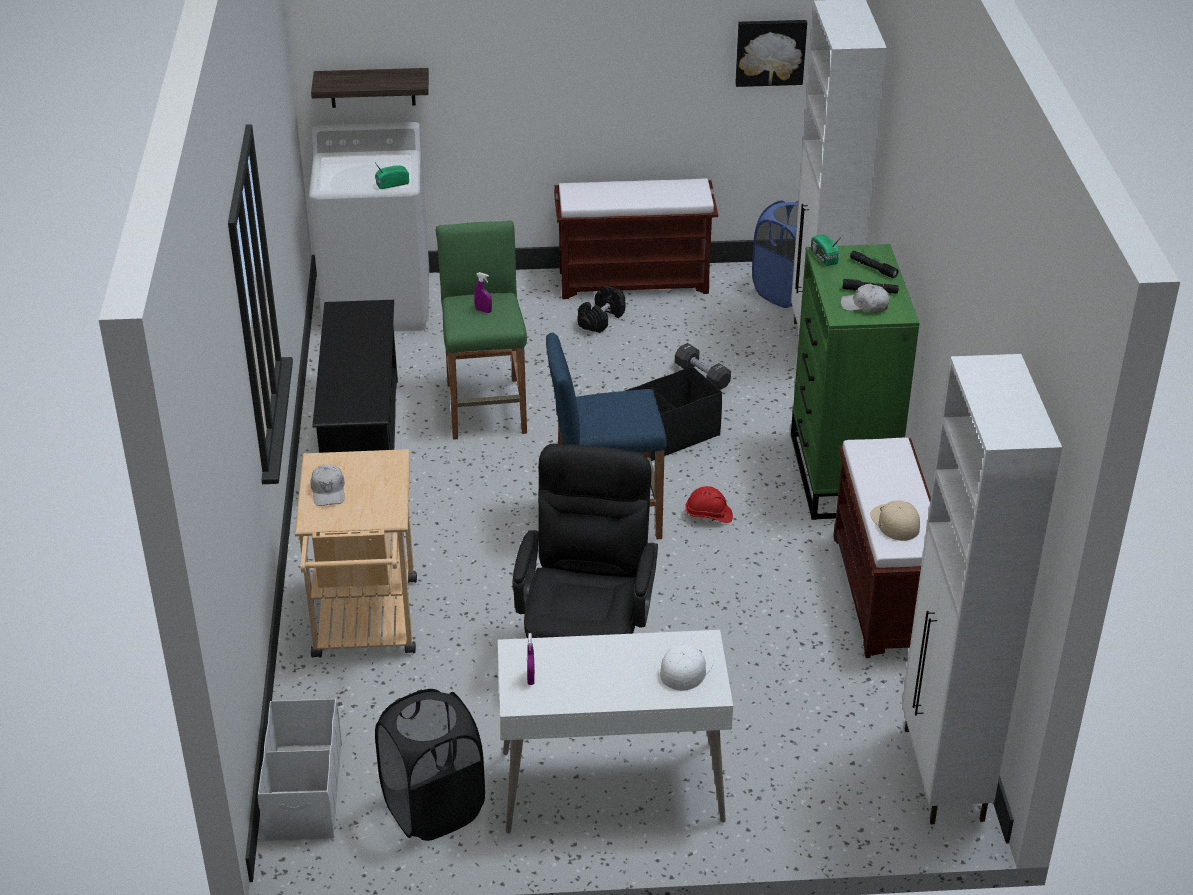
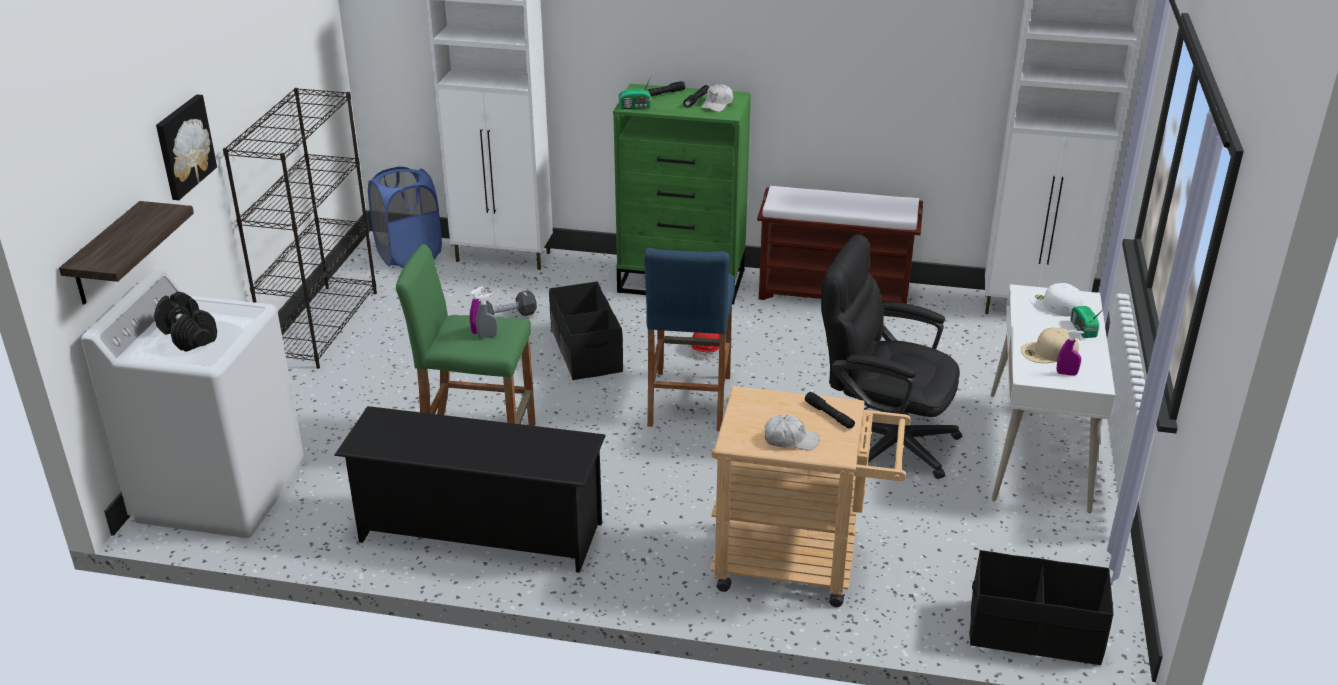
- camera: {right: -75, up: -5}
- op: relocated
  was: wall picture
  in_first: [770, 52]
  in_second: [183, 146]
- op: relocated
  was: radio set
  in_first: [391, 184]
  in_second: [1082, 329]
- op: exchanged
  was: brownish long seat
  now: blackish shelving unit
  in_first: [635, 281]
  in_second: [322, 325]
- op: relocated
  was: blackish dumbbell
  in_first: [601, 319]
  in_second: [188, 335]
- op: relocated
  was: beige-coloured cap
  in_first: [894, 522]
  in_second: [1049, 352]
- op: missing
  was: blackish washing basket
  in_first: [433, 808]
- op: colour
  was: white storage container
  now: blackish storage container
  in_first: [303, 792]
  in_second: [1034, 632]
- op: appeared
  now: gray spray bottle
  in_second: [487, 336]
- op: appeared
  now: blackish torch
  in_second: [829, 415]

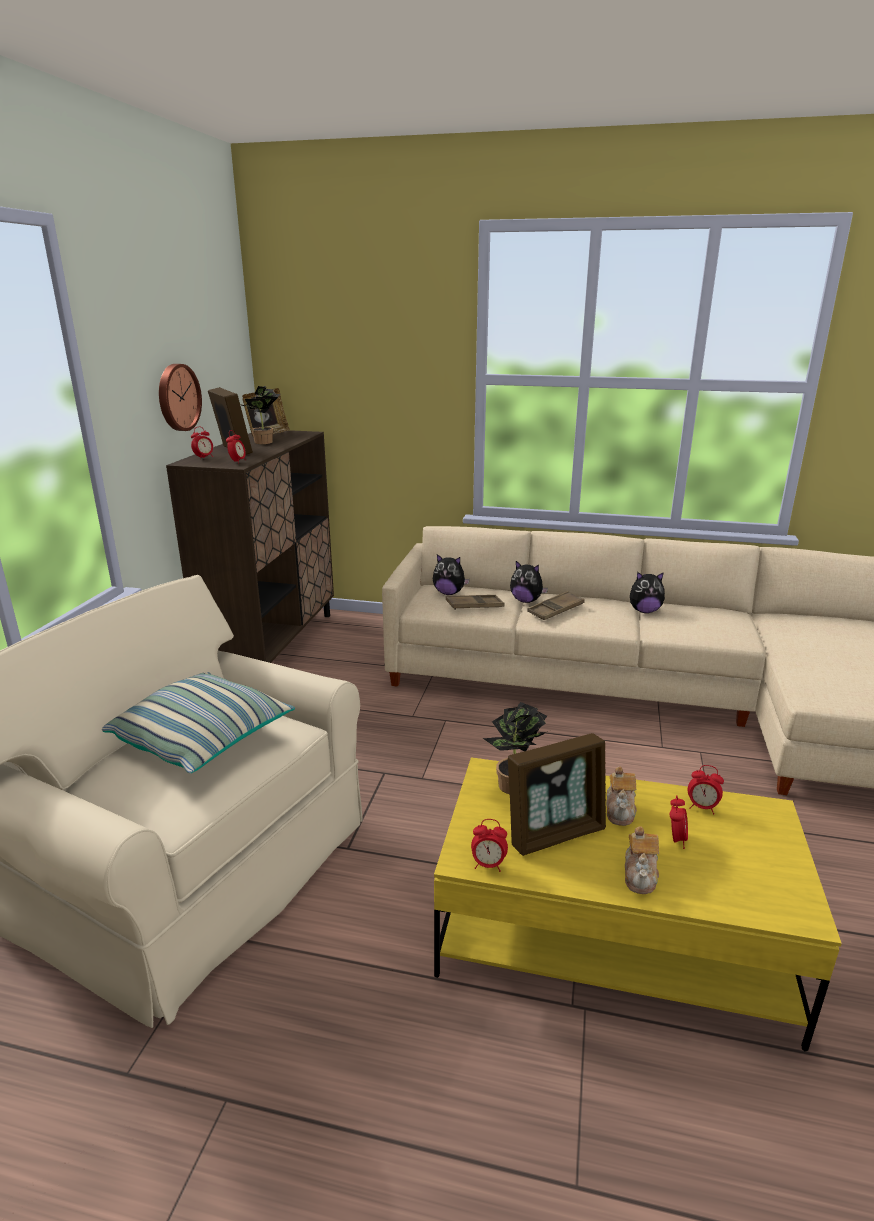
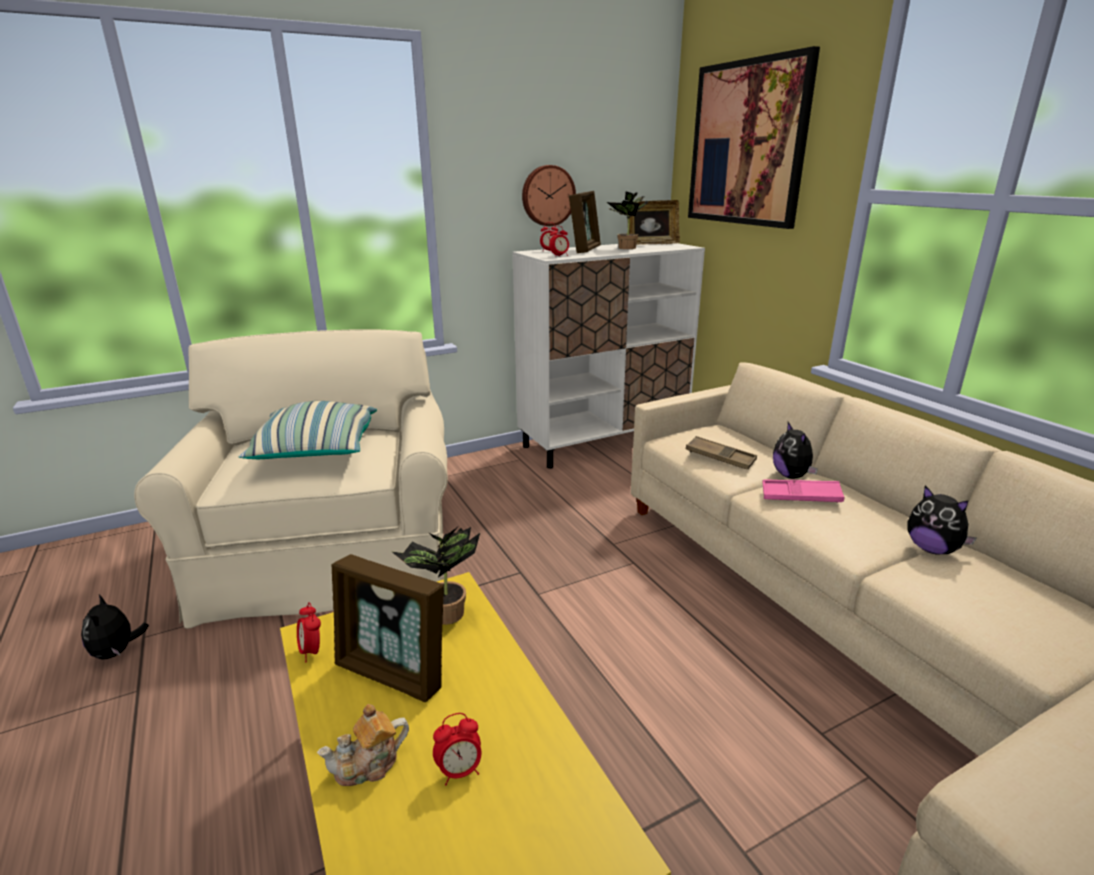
- camera: {right: 50, up: 0}
- op: colour
  was: brownish storage cabinet
  now: white storage cabinet
  in_first: [273, 644]
  in_second: [604, 441]
- op: relocated
  was: soft toy
  in_first: [449, 593]
  in_second: [117, 652]
- op: colour
  was: brownish carrying tray
  now: pink carrying tray
  in_first: [555, 610]
  in_second: [800, 496]
- op: missing
  was: table clock
  in_first: [702, 807]
- op: missing
  was: pot for tea
  in_first: [620, 810]
- op: appeared
  now: wall picture
  in_second: [747, 144]

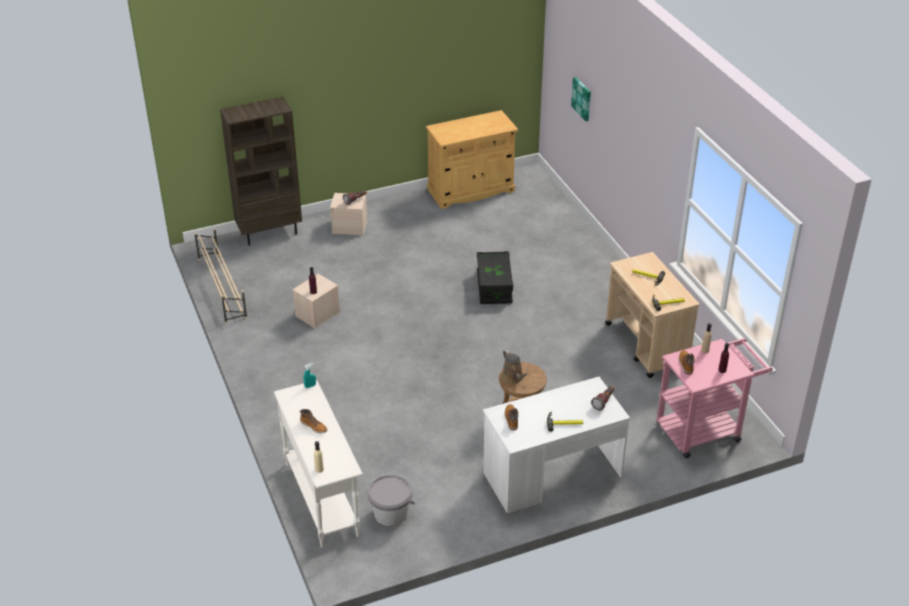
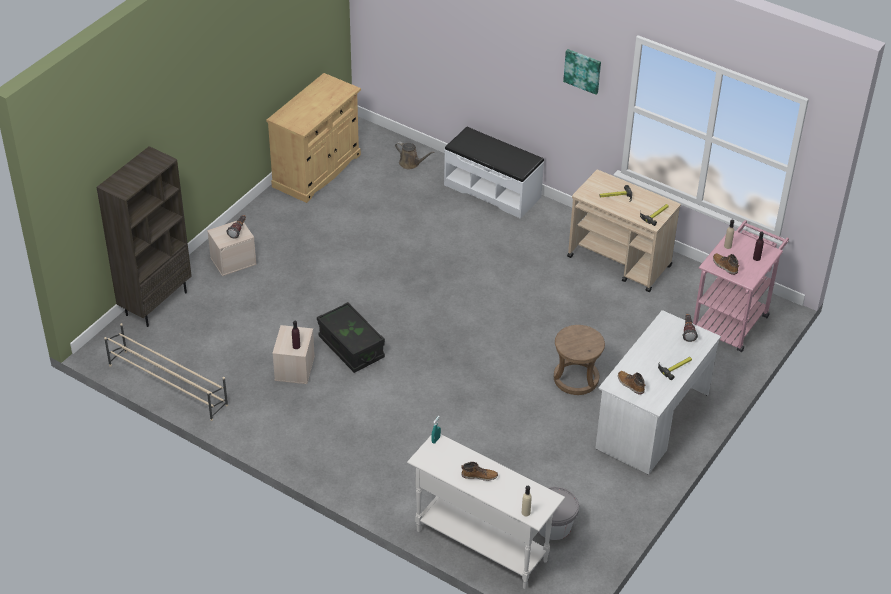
- camera: {right: -35, up: 5}
- op: relocated
  was: wall picture
  in_first: [582, 98]
  in_second: [583, 70]
- op: relocated
  was: blackish storage container
  in_first: [494, 287]
  in_second: [351, 347]
- op: relocated
  was: brownish sprinkling can
  in_first: [513, 378]
  in_second: [411, 163]
- op: appeared
  now: white long seat
  in_second: [492, 190]

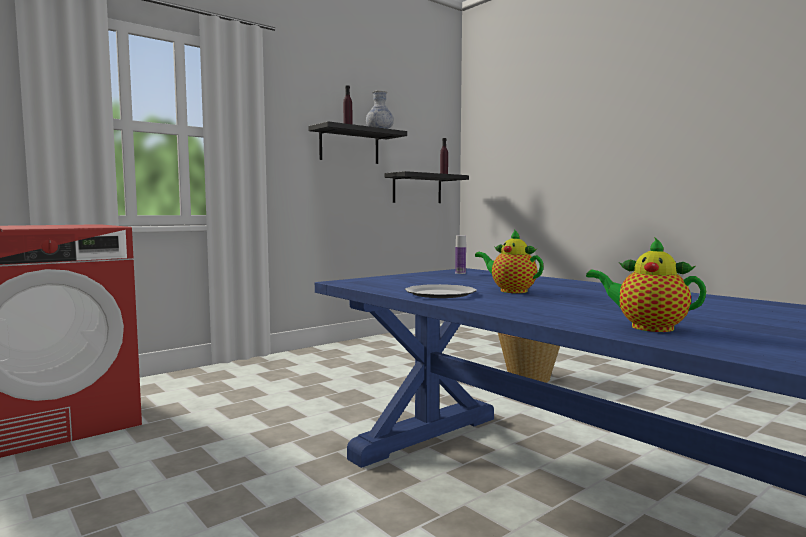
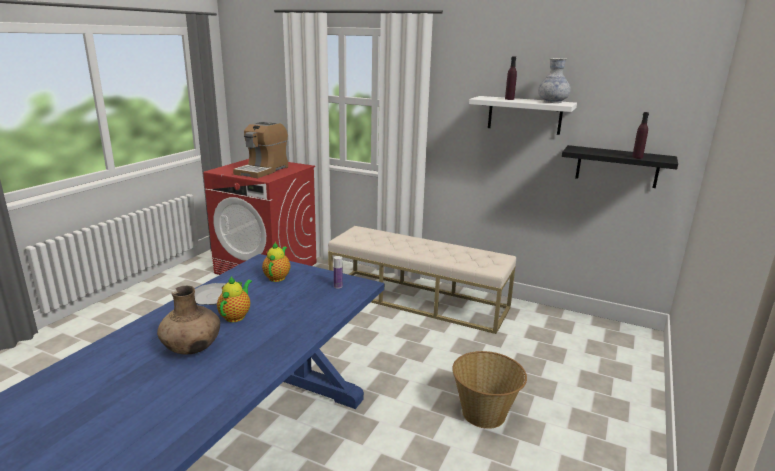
- camera: {right: 65, up: 15}
- op: colour
  was: blackish bracket shelf
  now: white bracket shelf
  in_first: [349, 146]
  in_second: [524, 115]
- op: relocated
  was: pot for tea
  in_first: [646, 327]
  in_second: [277, 277]
- op: appeared
  now: coffee maker
  in_second: [262, 170]
- op: appeared
  now: beige-coloured long seat
  in_second: [418, 299]
- op: appeared
  now: brownish flower vase
  in_second: [192, 348]

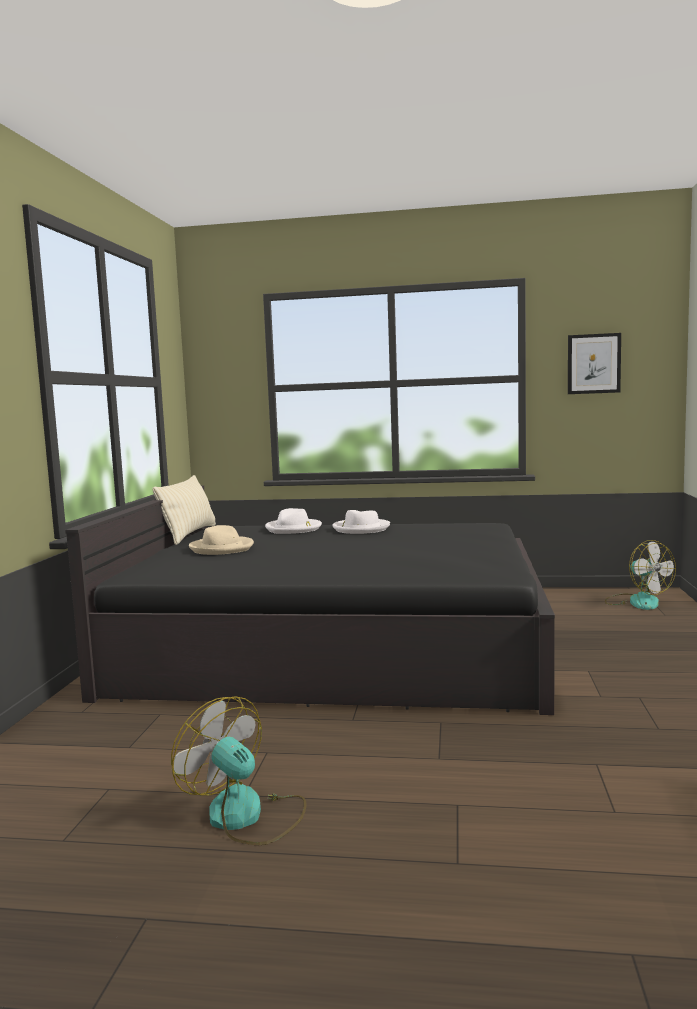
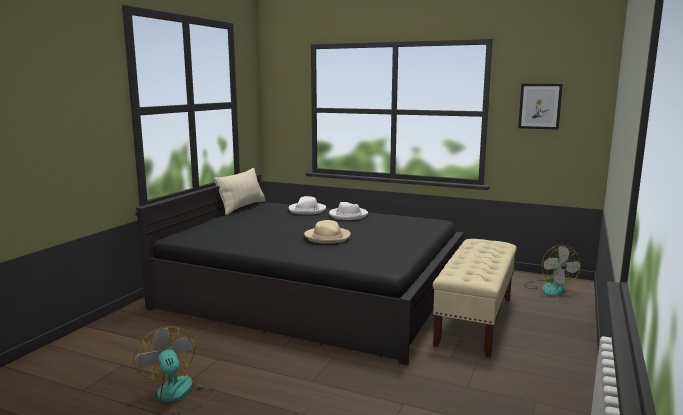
- camera: {right: 15, up: 5}
- op: relocated
  was: beige-coloured clothing hat
  in_first: [222, 548]
  in_second: [327, 237]
- op: appeared
  now: beige-coloured long seat
  in_second: [475, 320]

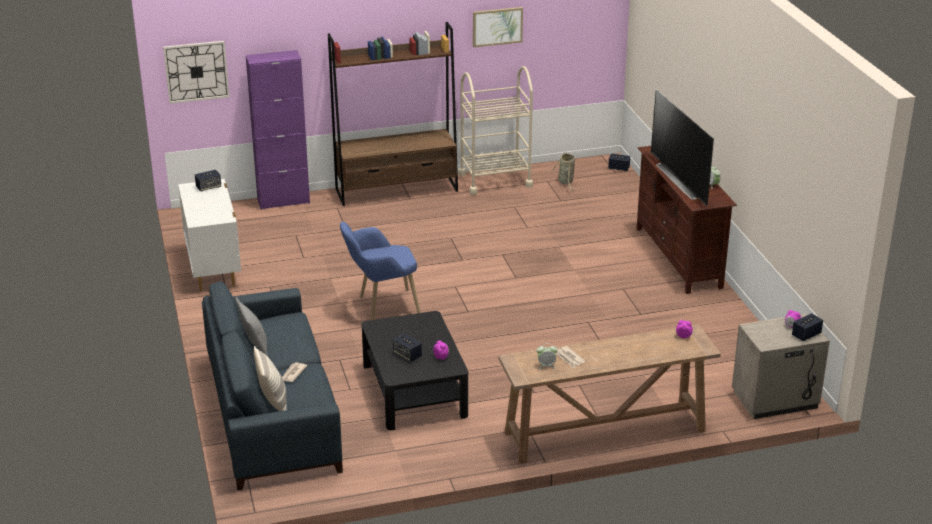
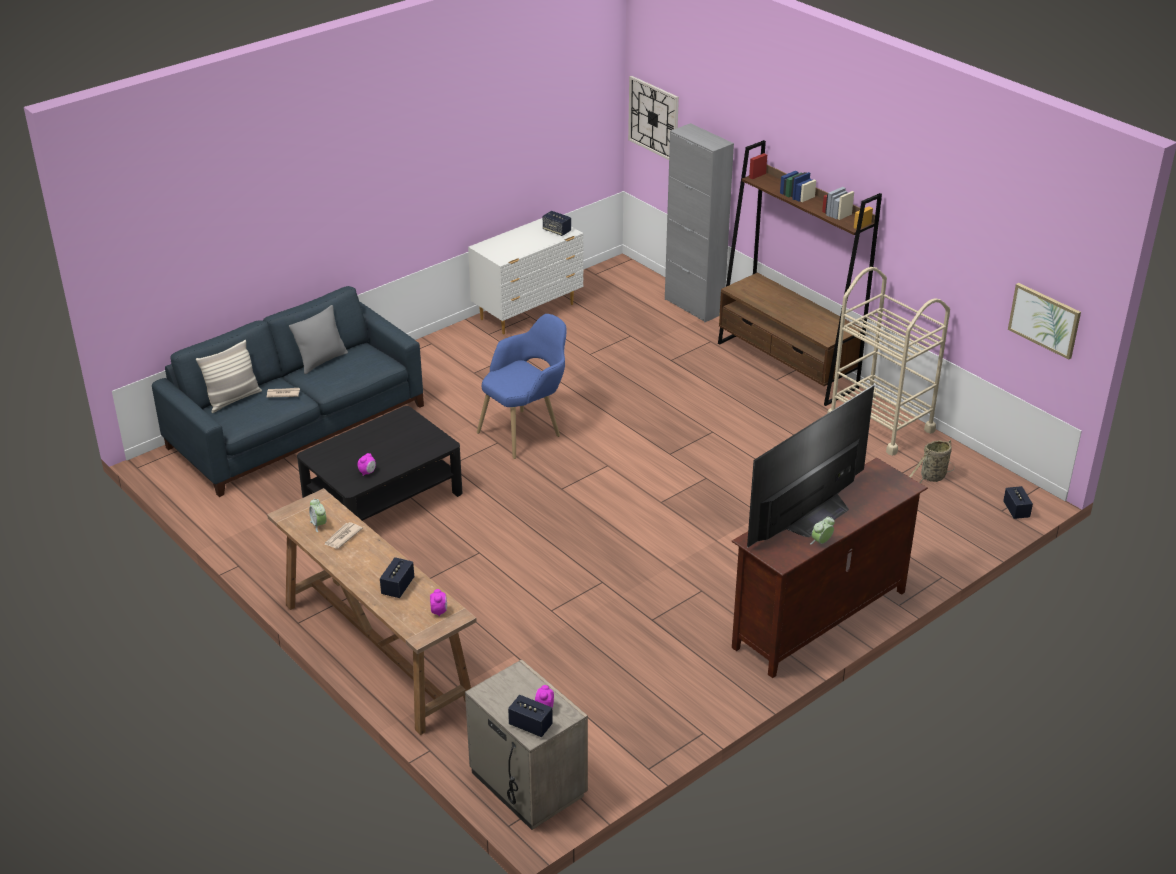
- camera: {right: 65, up: 5}
- op: relocated
  was: wall picture
  in_first: [497, 26]
  in_second: [1044, 320]
- op: colour
  was: purplish storage cabinet
  now: gray storage cabinet
  in_first: [283, 201]
  in_second: [694, 306]
- op: spun
  was: bluish armchair
  in_first: [381, 307]
  in_second: [526, 430]
  clockwise: 90
- op: relocated
  was: audio speaker
  in_first: [407, 355]
  in_second: [398, 587]

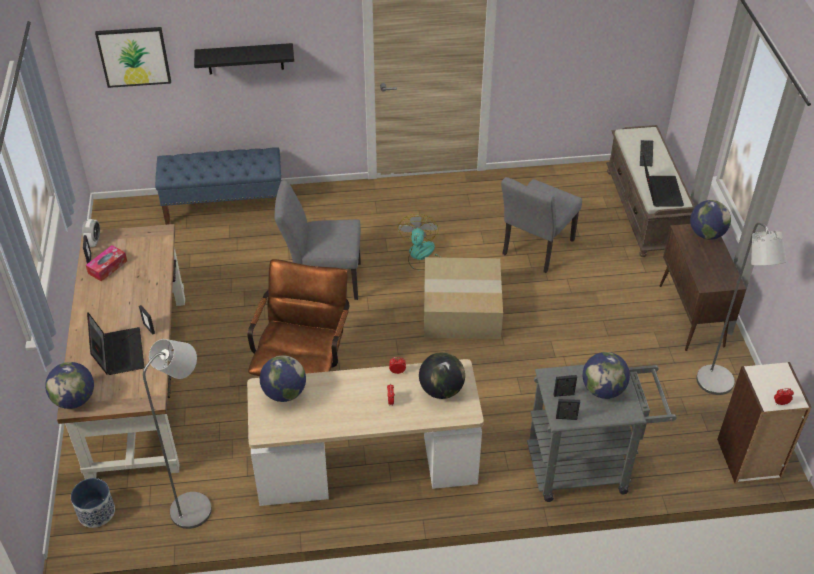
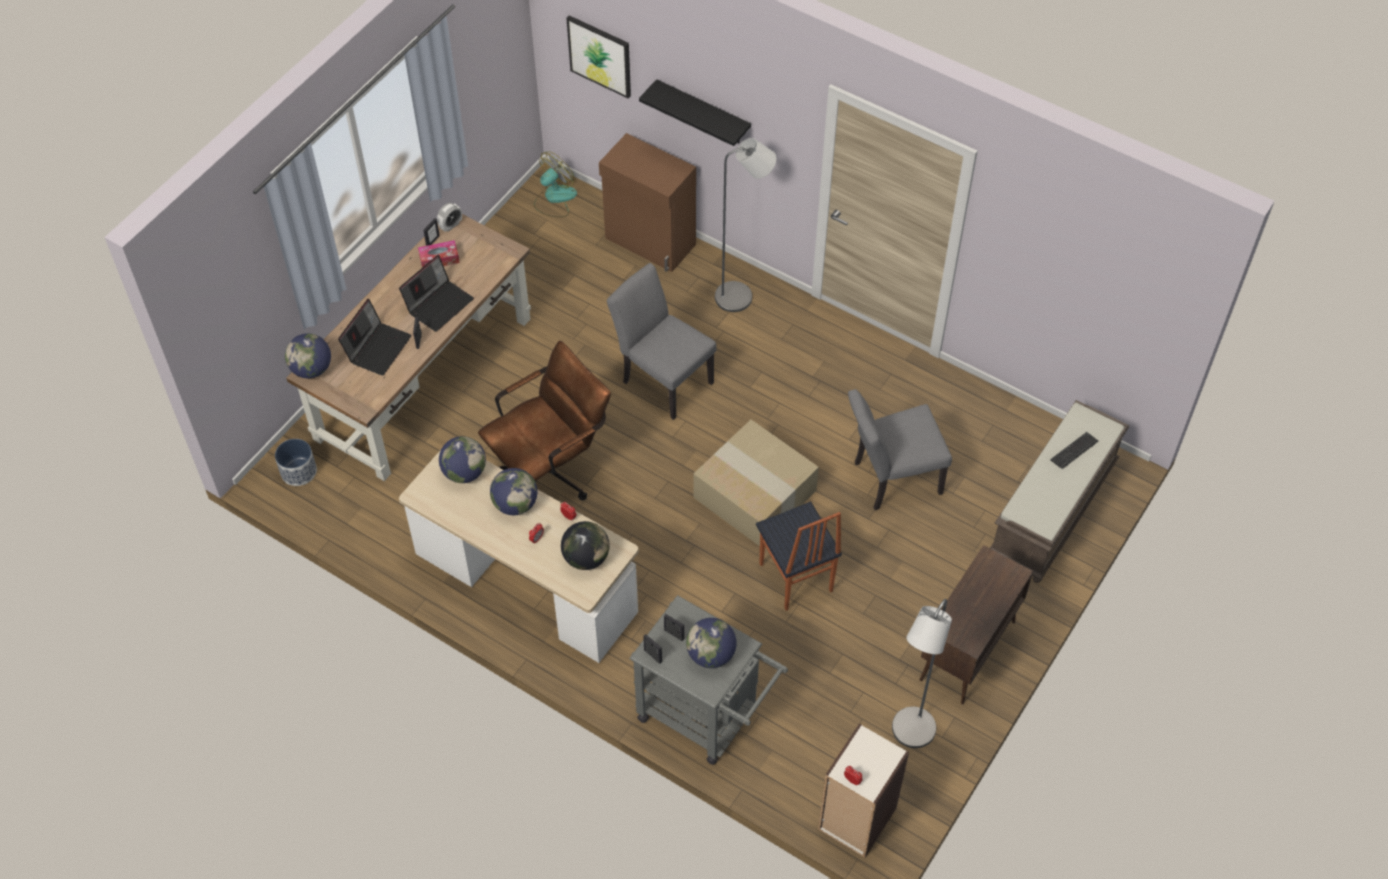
- camera: {right: 40, up: 10}
- op: exchanged
  was: bluish long seat
  now: brownish storage cabinet
  in_first: [225, 206]
  in_second: [650, 242]
- op: relocated
  was: notebook computer
  in_first: [659, 191]
  in_second: [439, 304]
- op: relocated
  was: desk globe
  in_first: [706, 234]
  in_second: [515, 504]
- op: relocated
  was: fan
  in_first: [421, 255]
  in_second: [554, 198]
- op: relocated
  was: gray floor lamp
  in_first: [197, 505]
  in_second: [741, 296]
- op: appeared
  now: chair
  in_second: [795, 578]

